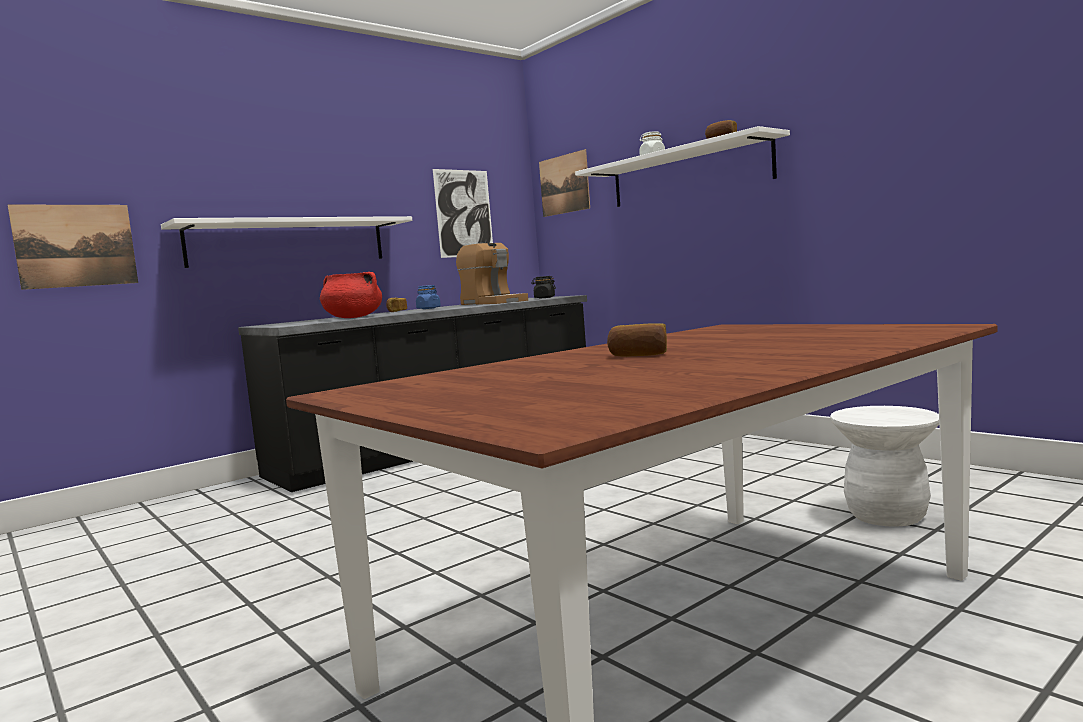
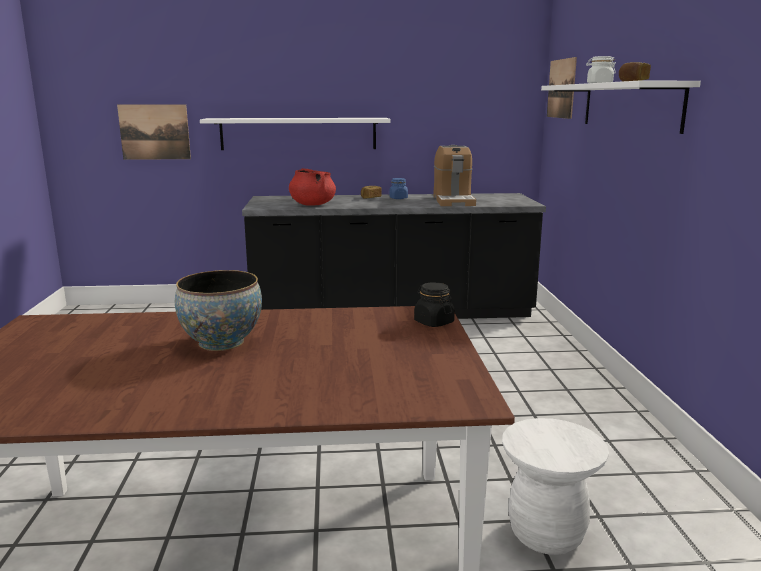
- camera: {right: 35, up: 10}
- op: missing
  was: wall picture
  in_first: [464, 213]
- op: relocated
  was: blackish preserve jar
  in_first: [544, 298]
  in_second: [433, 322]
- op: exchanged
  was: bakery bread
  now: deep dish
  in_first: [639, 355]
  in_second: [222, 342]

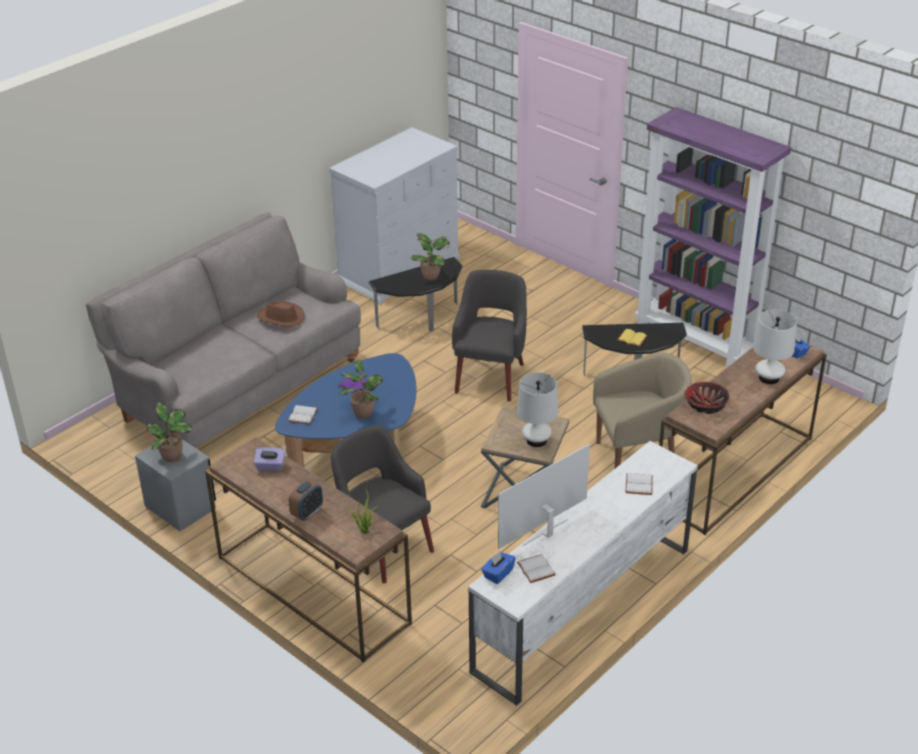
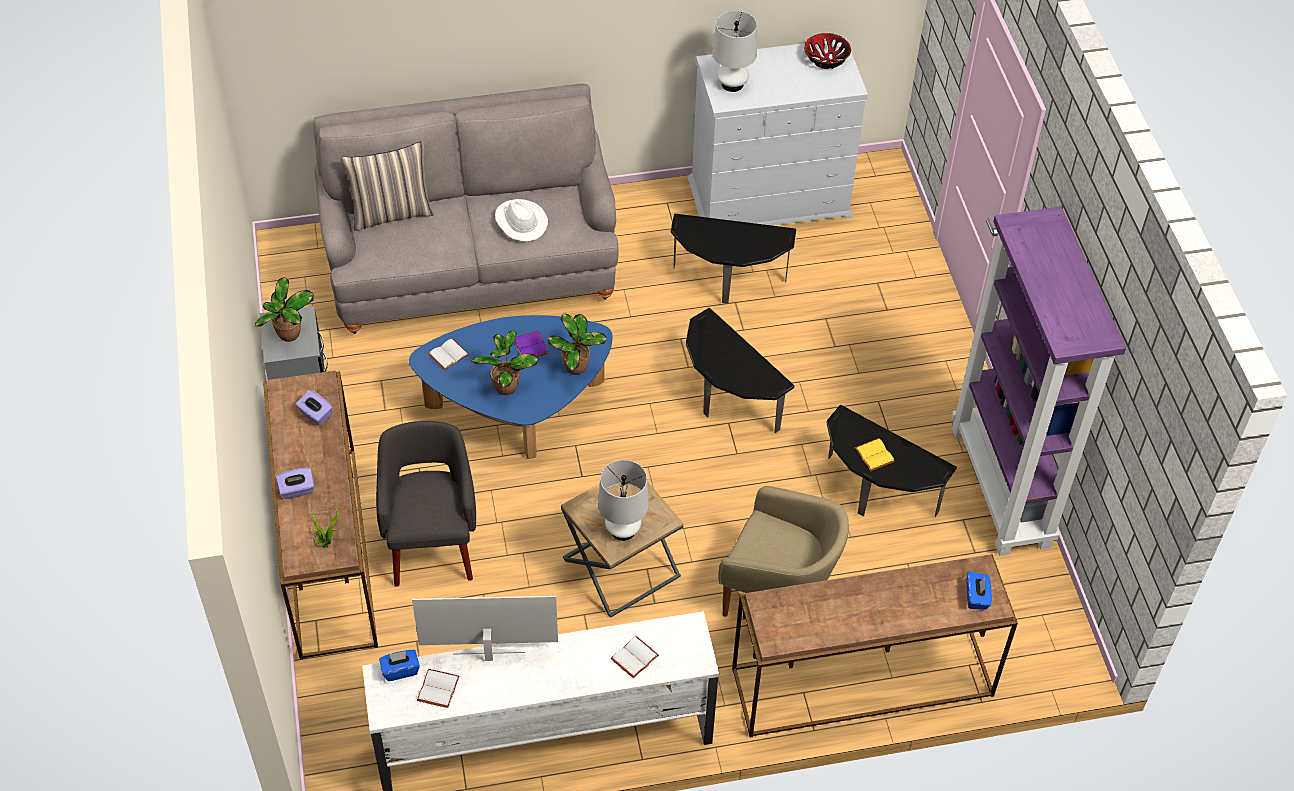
- camera: {right: 35, up: 15}
- op: relocated
  was: houseplant
  in_first: [432, 276]
  in_second: [577, 368]
- op: exchanged
  was: gray armchair
  now: side table
  in_first: [490, 377]
  in_second: [727, 401]
- op: colour
  was: brownish clothing hat
  now: white clothing hat
  in_first: [281, 318]
  in_second: [520, 222]
- op: relocated
  was: white lamp for a table
  in_first: [768, 378]
  in_second: [732, 84]
- op: relocated
  was: deep dish
  in_first: [705, 406]
  in_second: [826, 59]
- op: exchanged
  was: table clock
  now: purplish box of tissues
  in_first: [307, 513]
  in_second: [297, 490]
- op: appeared
  now: pillow
  in_second: [392, 213]

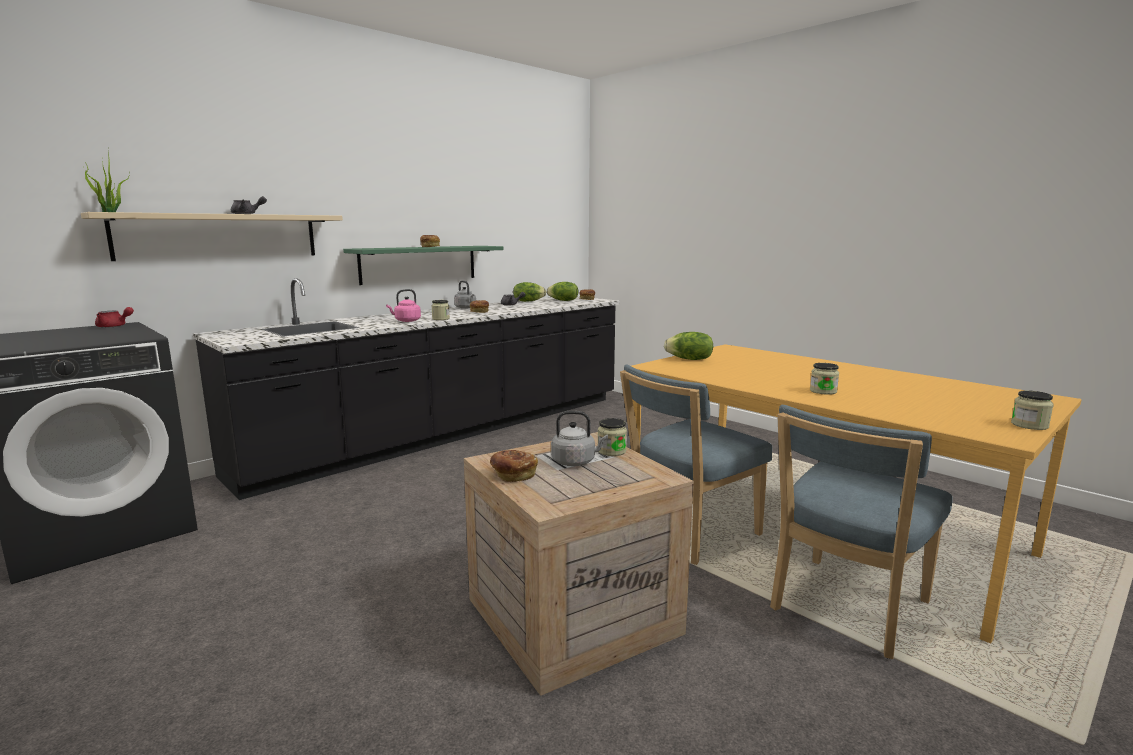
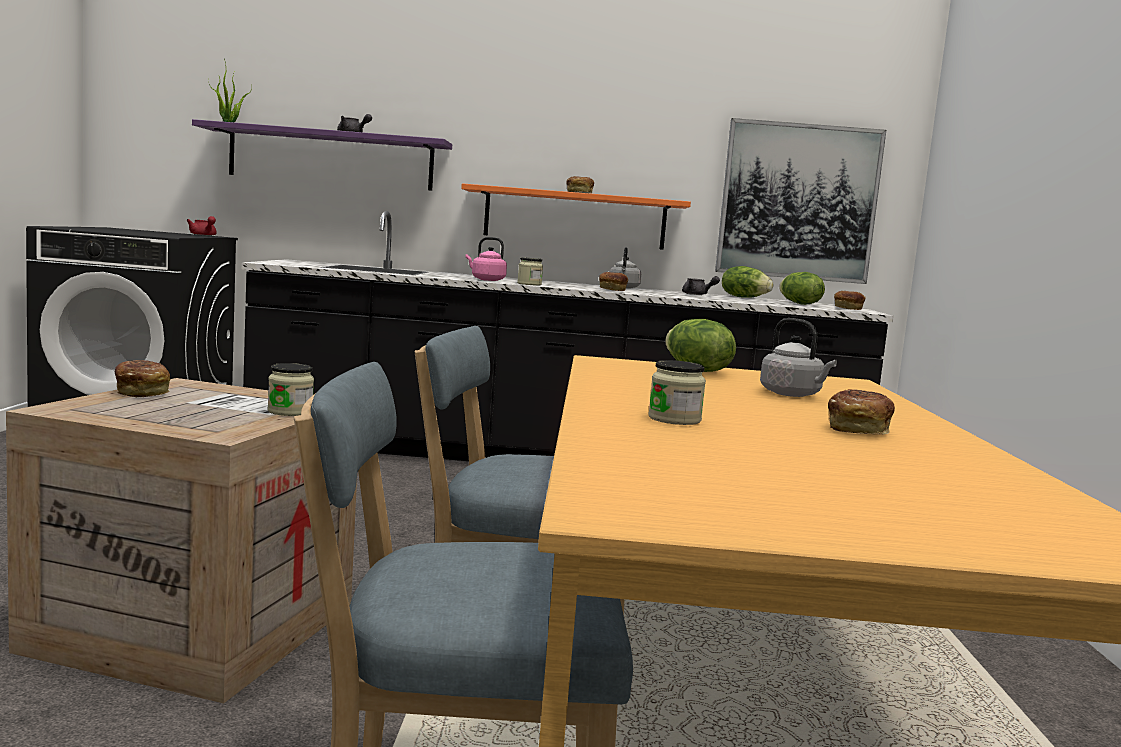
- camera: {right: 45, up: -5}
- op: colour
  was: beige-coloured bracket shelf
  now: purplish bracket shelf
  in_first: [220, 236]
  in_second: [331, 158]
- op: colour
  was: green-coloured bracket shelf
  now: orange-coloured bracket shelf
  in_first: [419, 264]
  in_second: [575, 218]
- op: missing
  was: preserve jar
  in_first: [1029, 425]
- op: relocated
  was: gray tea kettle
  in_first: [576, 462]
  in_second: [793, 394]
- op: appeared
  now: wall picture
  in_second: [798, 202]
- op: appeared
  now: bakery bread
  in_second: [859, 430]

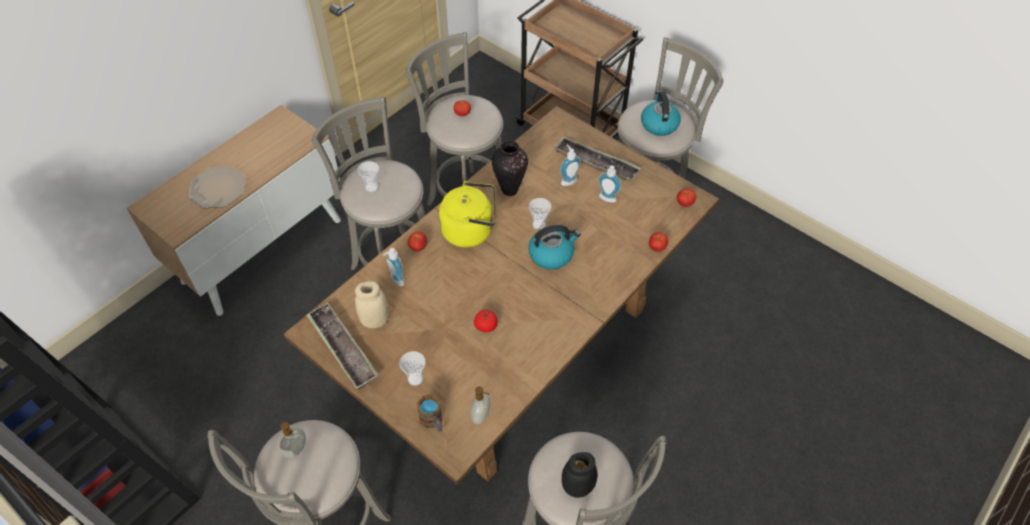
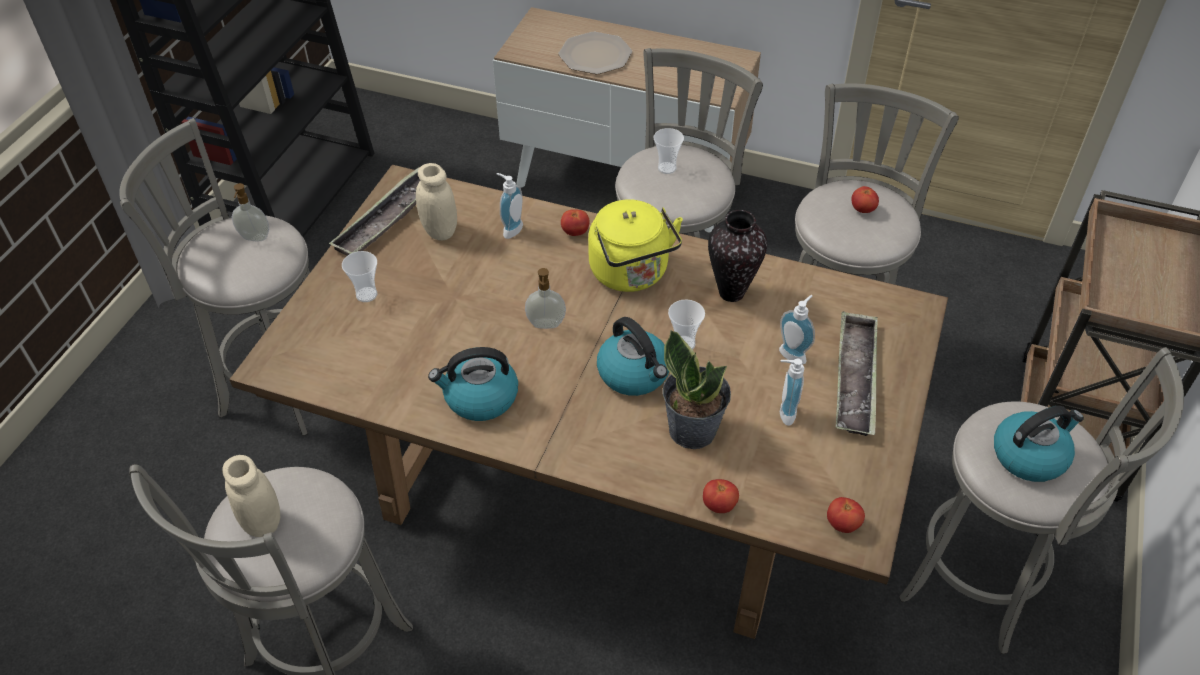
- camera: {right: 70, up: -5}
- op: missing
  was: whole tomato
  in_first: [486, 326]
- op: relocated
  was: liquid soap bottle
  in_first: [481, 416]
  in_second: [546, 325]
- op: missing
  was: tea mug
  in_first: [433, 421]
- op: colour
  was: blackish preserve jar
  now: beige-coloured preserve jar
  in_first: [577, 486]
  in_second: [262, 522]
- op: appeared
  now: houseplant
  in_second: [692, 429]
- op: appeared
  now: tea kettle
  in_second: [480, 398]

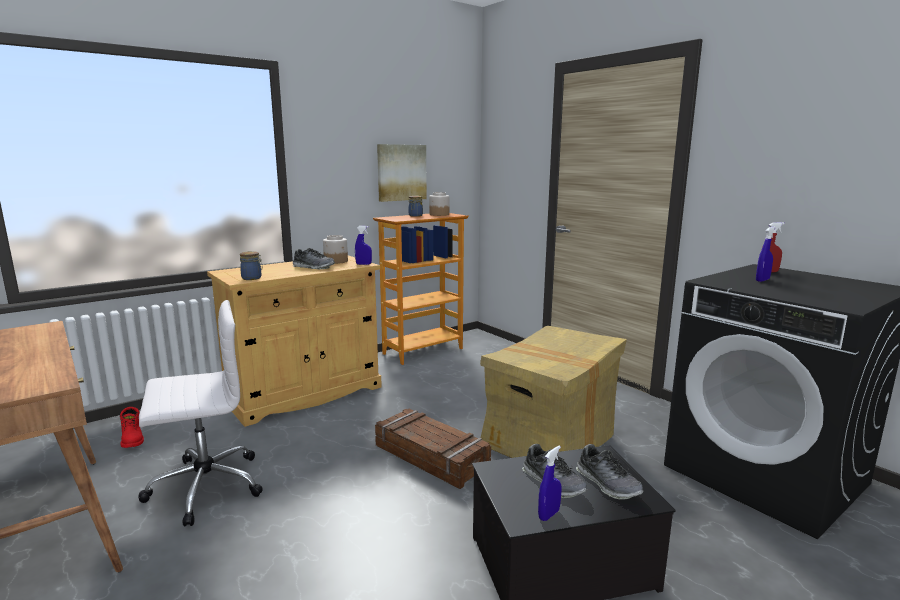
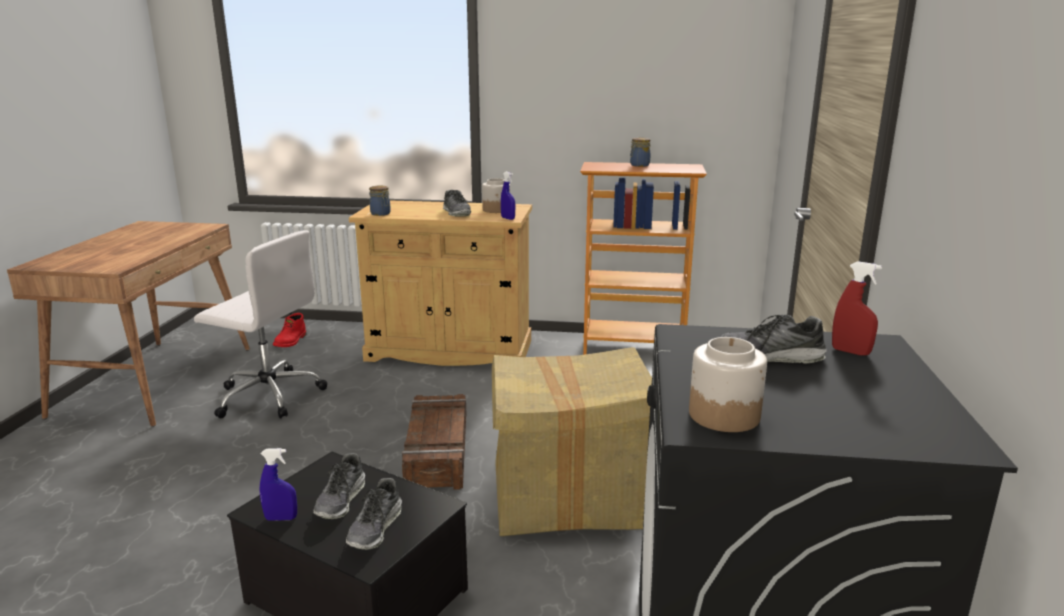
- camera: {right: 45, up: 5}
- op: missing
  was: wall picture
  in_first: [401, 172]
- op: relocated
  was: preserve jar
  in_first: [439, 214]
  in_second: [724, 415]
- op: exchanged
  was: bluish spray bottle
  now: item of footwear
  in_first: [762, 280]
  in_second: [770, 357]

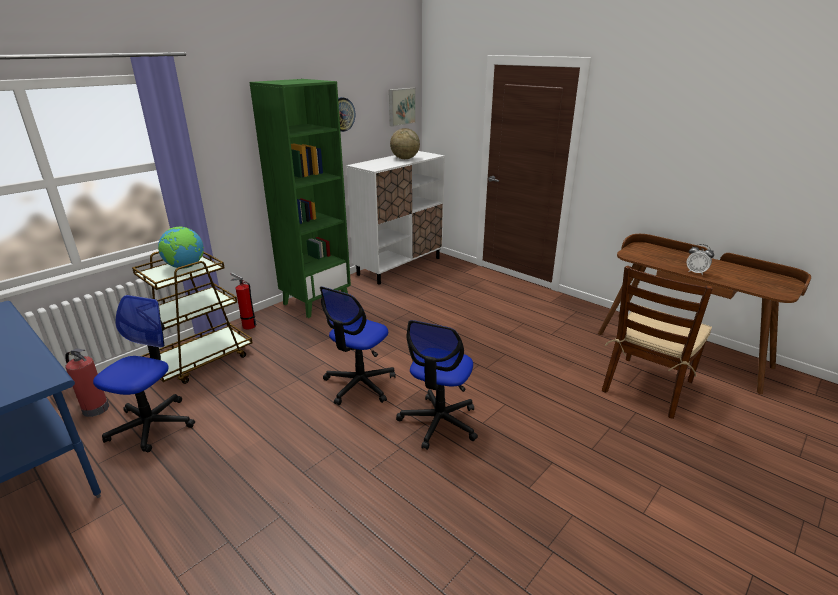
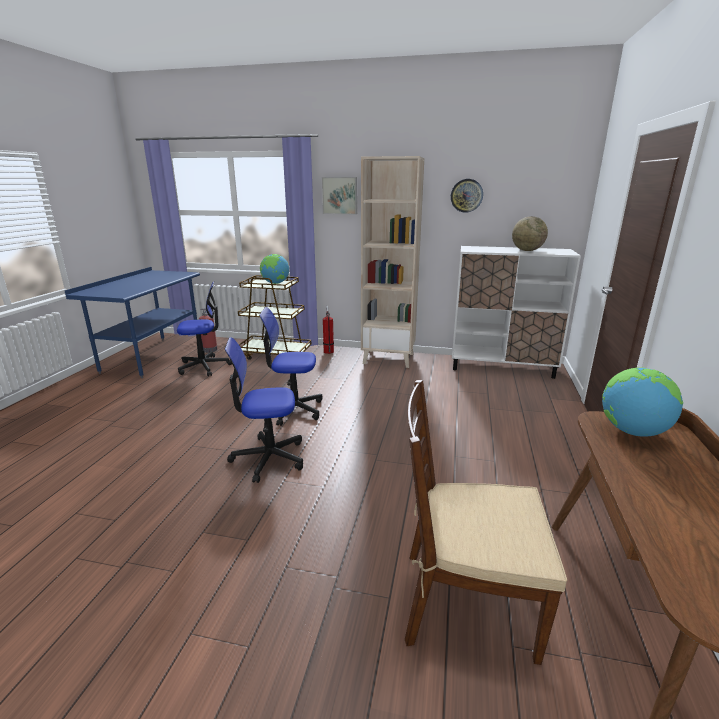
- camera: {right: 60, up: -5}
- op: colour
  was: green-coloured shelving unit
  now: beige-coloured shelving unit
  in_first: [316, 301]
  in_second: [389, 358]
- op: relocated
  was: wall picture
  in_first: [401, 106]
  in_second: [340, 195]
- op: missing
  was: table clock
  in_first: [696, 272]
- op: appeared
  now: desk globe
  in_second: [632, 431]

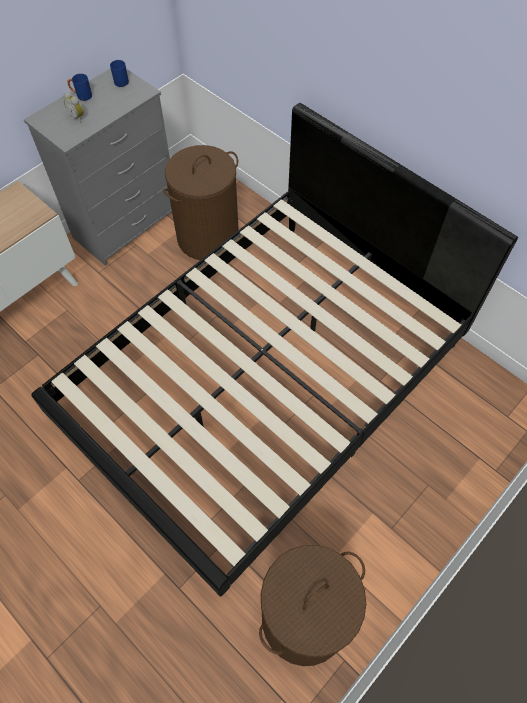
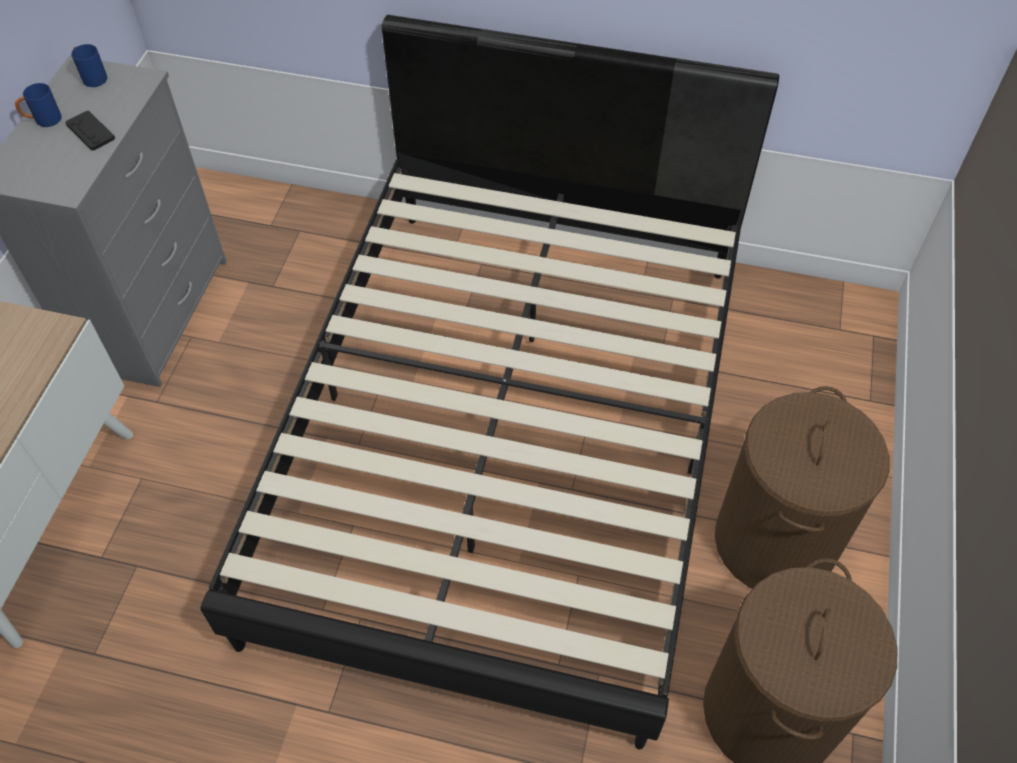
- camera: {right: -30, up: -5}
- op: missing
  was: table clock
  in_first: [78, 117]
- op: relocated
  was: brownish washing basket
  in_first: [208, 238]
  in_second: [775, 542]
- op: appeared
  now: blackish joypad
  in_second: [90, 131]

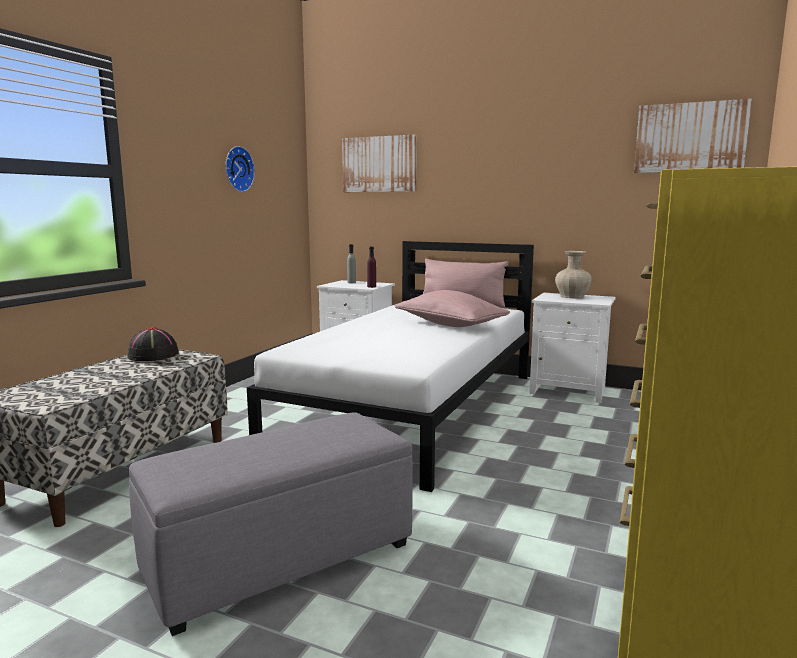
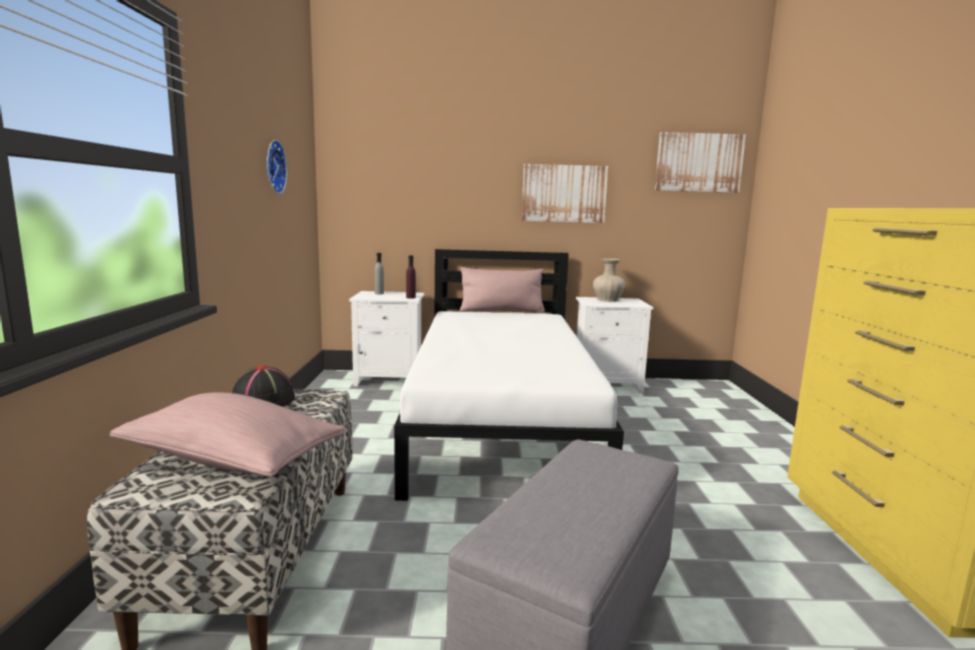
- camera: {right: -25, up: 0}
- op: relocated
  was: wall picture
  in_first: [379, 164]
  in_second: [563, 193]
- op: relocated
  was: pink pillow
  in_first: [450, 324]
  in_second: [232, 459]

